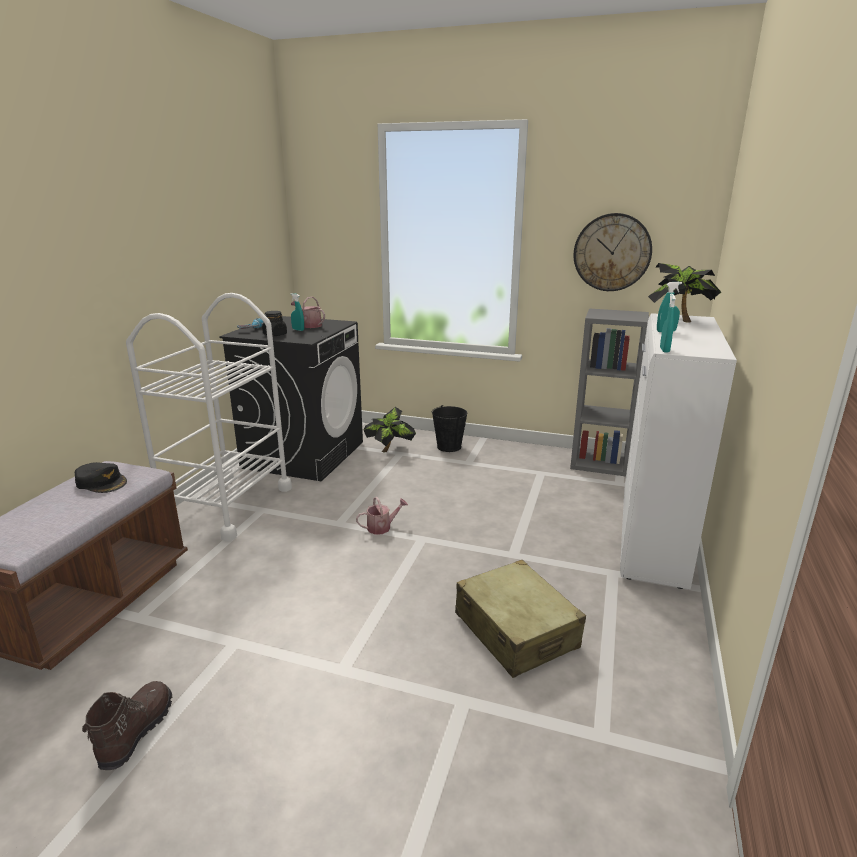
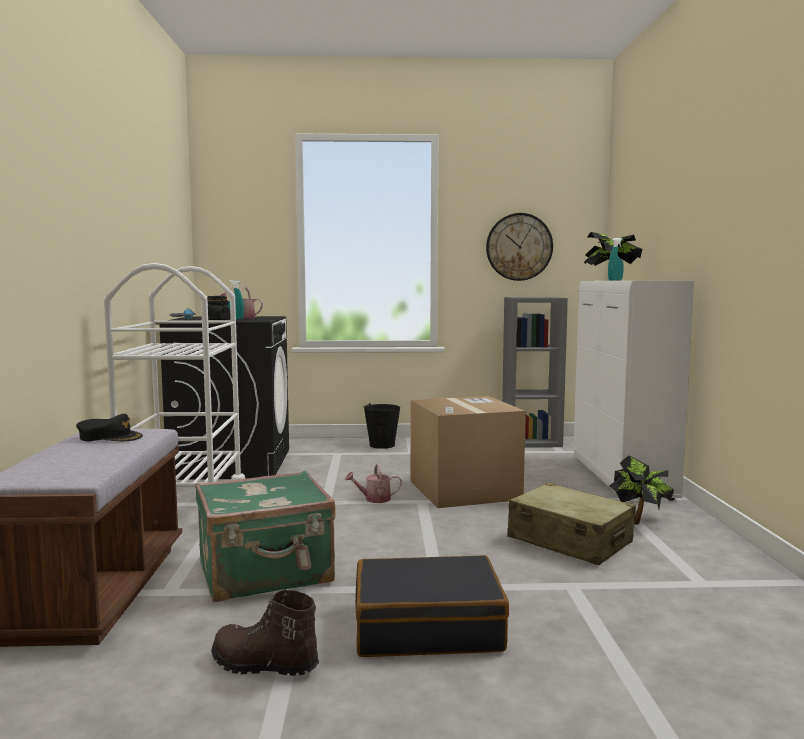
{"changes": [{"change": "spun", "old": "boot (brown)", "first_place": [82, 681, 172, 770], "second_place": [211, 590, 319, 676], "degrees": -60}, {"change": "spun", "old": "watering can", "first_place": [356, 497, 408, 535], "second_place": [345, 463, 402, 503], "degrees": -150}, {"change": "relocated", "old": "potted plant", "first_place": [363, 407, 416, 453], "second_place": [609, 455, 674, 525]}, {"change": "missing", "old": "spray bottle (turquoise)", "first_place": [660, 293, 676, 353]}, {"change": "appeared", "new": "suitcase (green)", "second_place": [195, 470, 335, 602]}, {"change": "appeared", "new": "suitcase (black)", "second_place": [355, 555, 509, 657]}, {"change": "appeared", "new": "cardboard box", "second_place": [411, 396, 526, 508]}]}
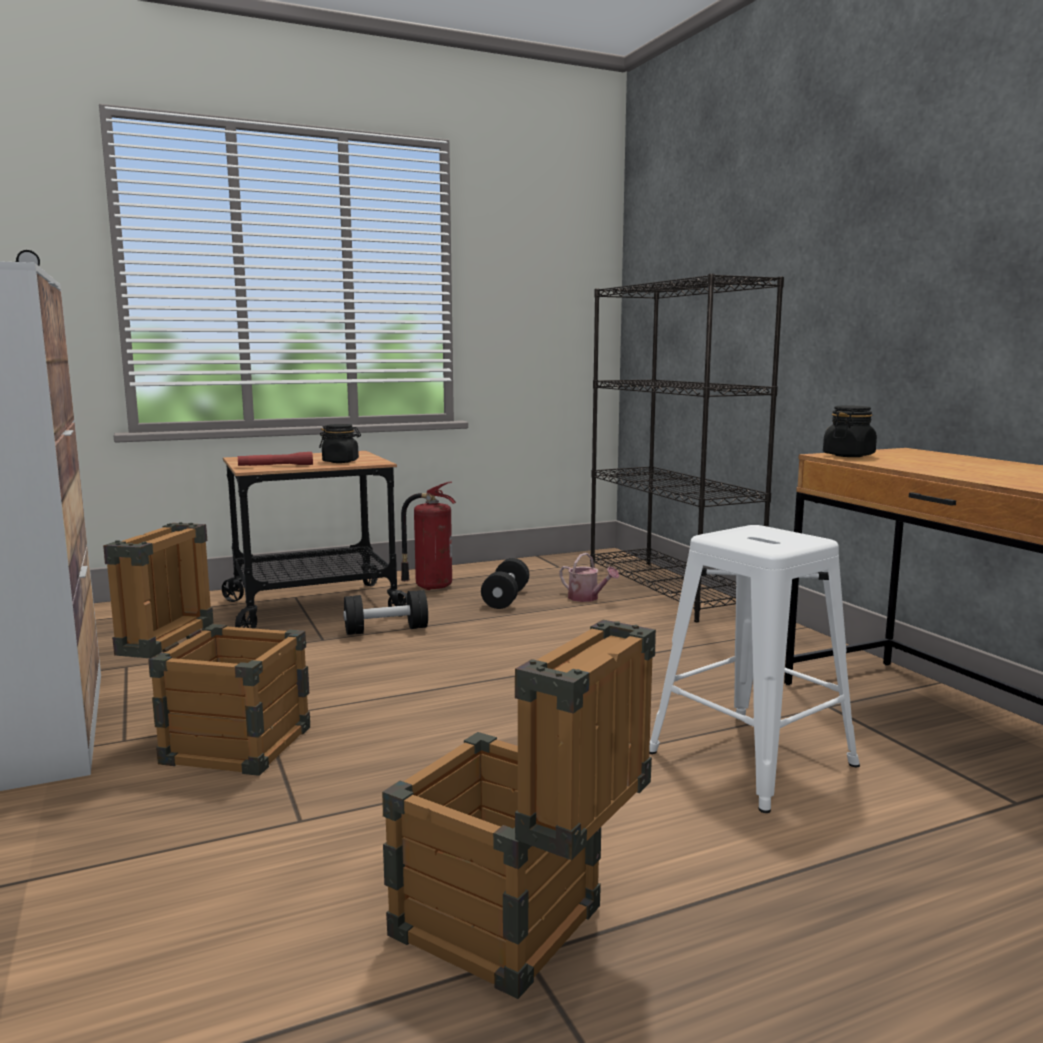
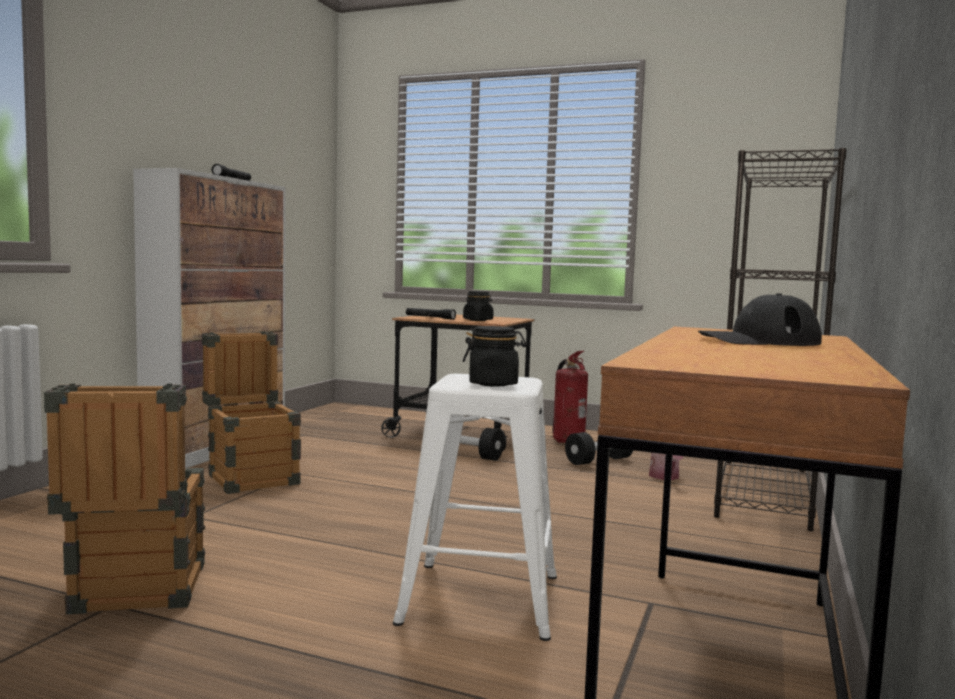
{"changes": [{"change": "colour", "old": "flashlight (red)", "new": "flashlight (black)", "first_place": [238, 452, 313, 466], "second_place": [406, 308, 456, 320]}, {"change": "relocated", "old": "jar (black)", "first_place": [823, 406, 877, 457], "second_place": [463, 326, 527, 387]}, {"change": "appeared", "new": "cap (black)", "second_place": [698, 293, 822, 346]}]}
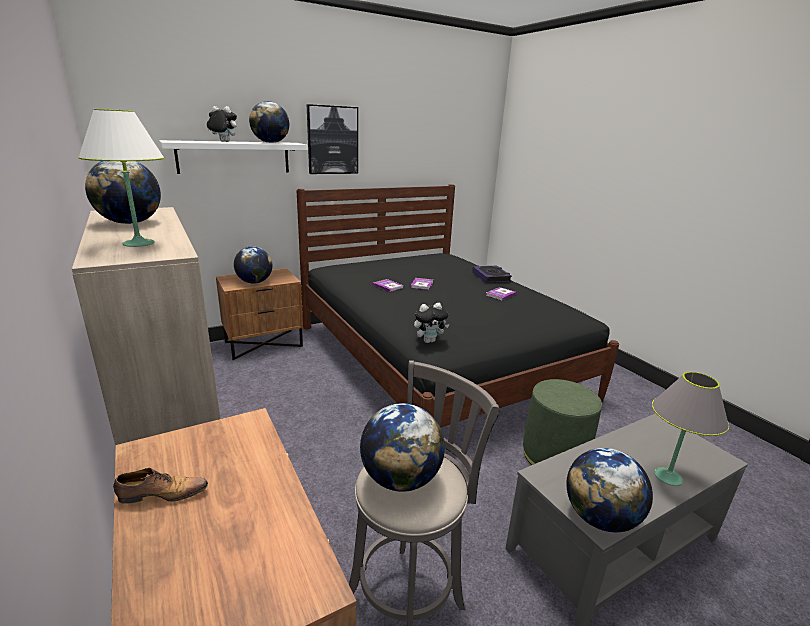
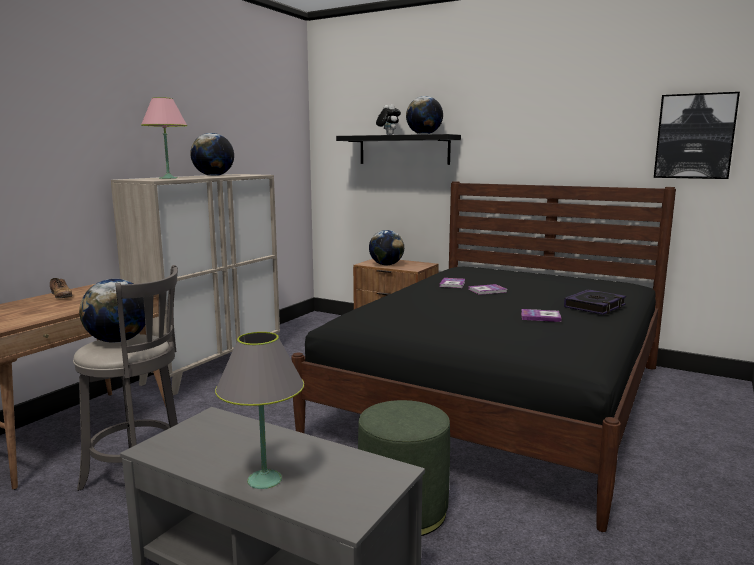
{"changes": [{"change": "colour", "old": "table lamp (white)", "new": "table lamp (pink)", "first_place": [78, 109, 164, 247], "second_place": [141, 97, 188, 179]}, {"change": "colour", "old": "shelf (white)", "new": "shelf (black)", "first_place": [159, 140, 308, 174], "second_place": [336, 134, 461, 165]}, {"change": "relocated", "old": "picture", "first_place": [307, 104, 358, 174], "second_place": [654, 92, 740, 179]}, {"change": "missing", "old": "plush toy", "first_place": [414, 303, 449, 343]}, {"change": "missing", "old": "globe", "first_place": [566, 448, 653, 532]}]}
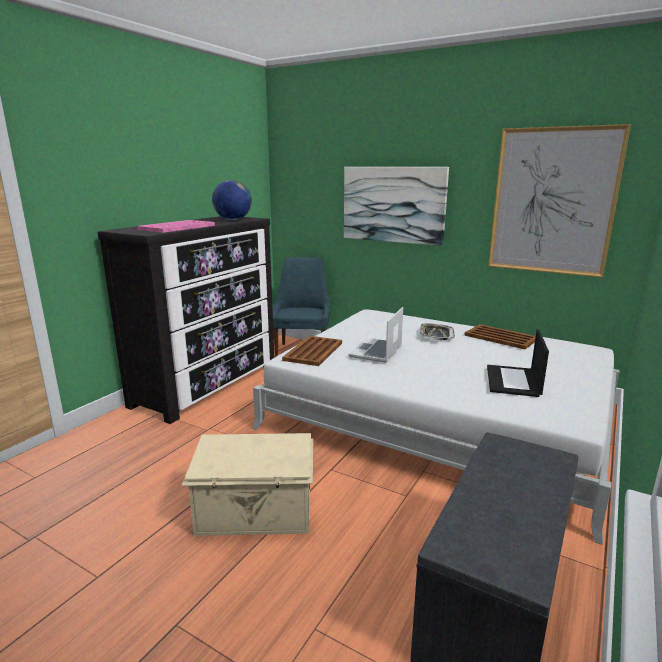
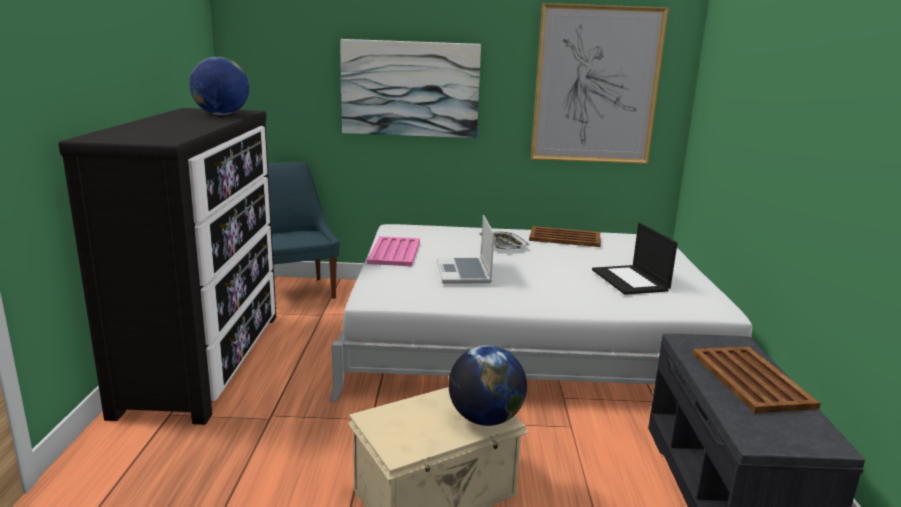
{"changes": [{"change": "relocated", "old": "tray (pink)", "first_place": [137, 220, 215, 233], "second_place": [367, 236, 420, 266]}, {"change": "relocated", "old": "tray (brown)", "first_place": [282, 336, 342, 366], "second_place": [692, 346, 821, 413]}, {"change": "appeared", "new": "globe", "second_place": [449, 345, 527, 426]}]}
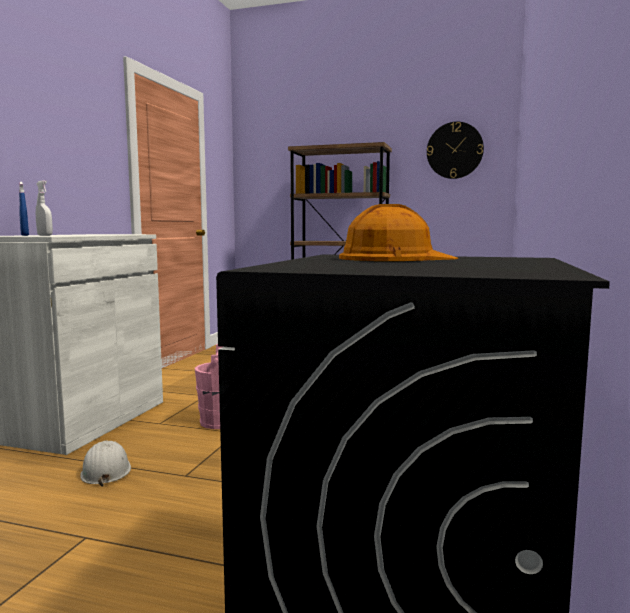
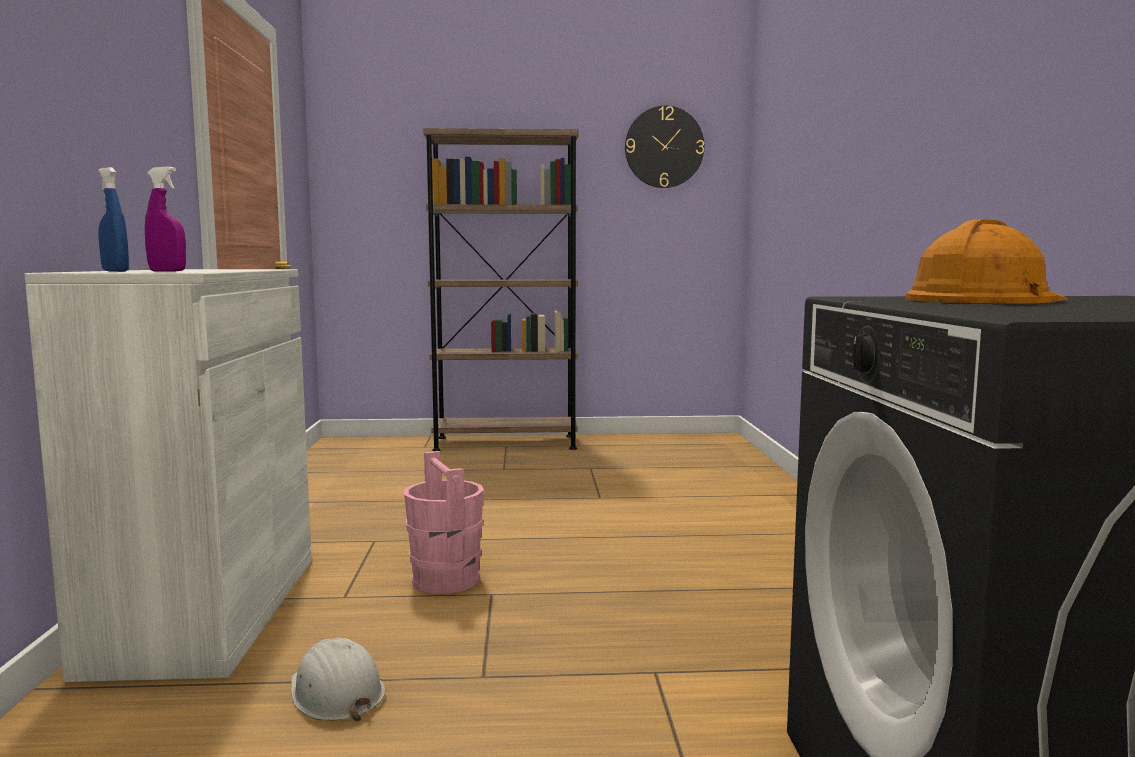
{"changes": [{"change": "colour", "old": "spray bottle (white)", "new": "spray bottle (purple)", "first_place": [36, 180, 53, 236], "second_place": [145, 166, 186, 272]}]}
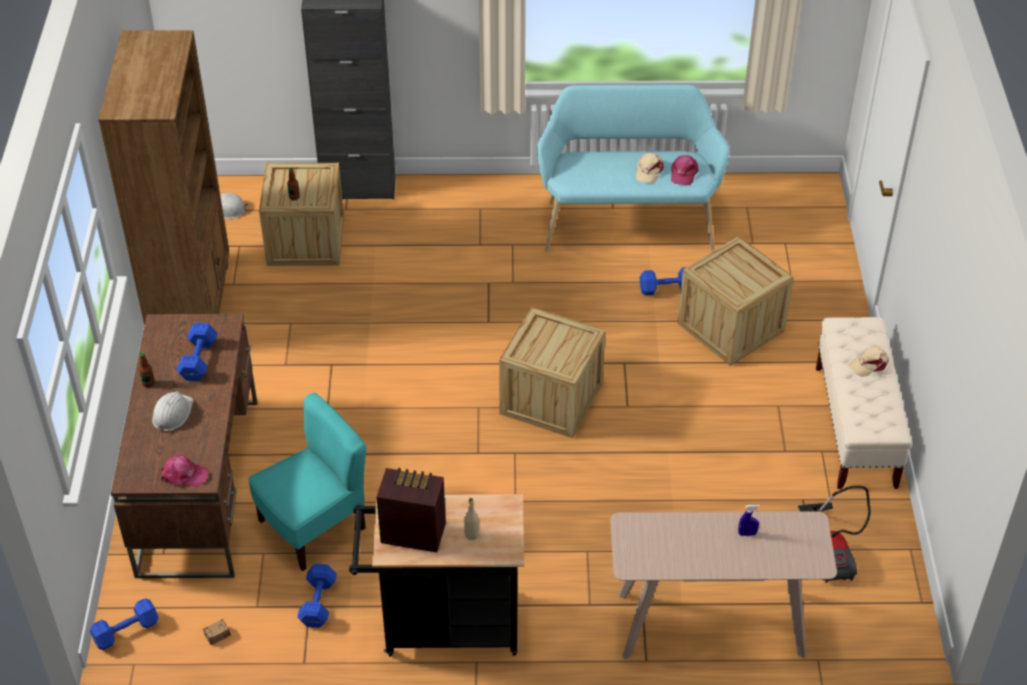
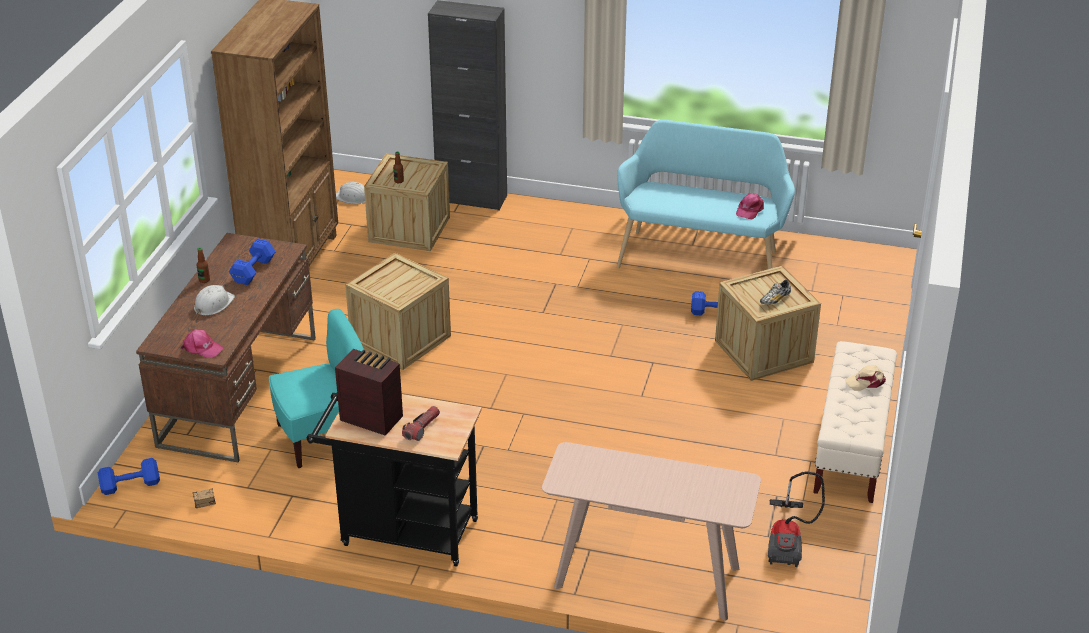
{"changes": [{"change": "missing", "old": "dumbbell (blue)", "first_place": [297, 564, 337, 628]}, {"change": "exchanged", "old": "bottle (beige)", "new": "flashlight", "first_place": [464, 498, 479, 540], "second_place": [402, 406, 440, 441]}, {"change": "relocated", "old": "crate", "first_place": [499, 307, 605, 438], "second_place": [345, 253, 451, 370]}, {"change": "missing", "old": "cap (beige)", "first_place": [636, 153, 664, 183]}, {"change": "missing", "old": "spray bottle (blue)", "first_place": [738, 505, 760, 536]}, {"change": "appeared", "new": "shoe", "second_place": [760, 280, 791, 305]}]}
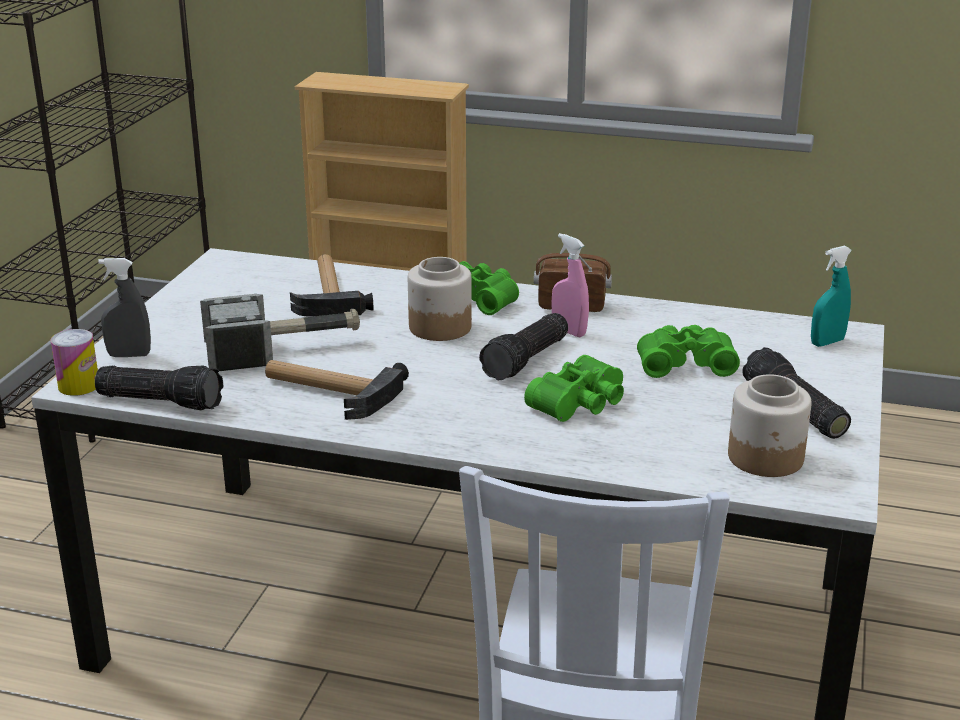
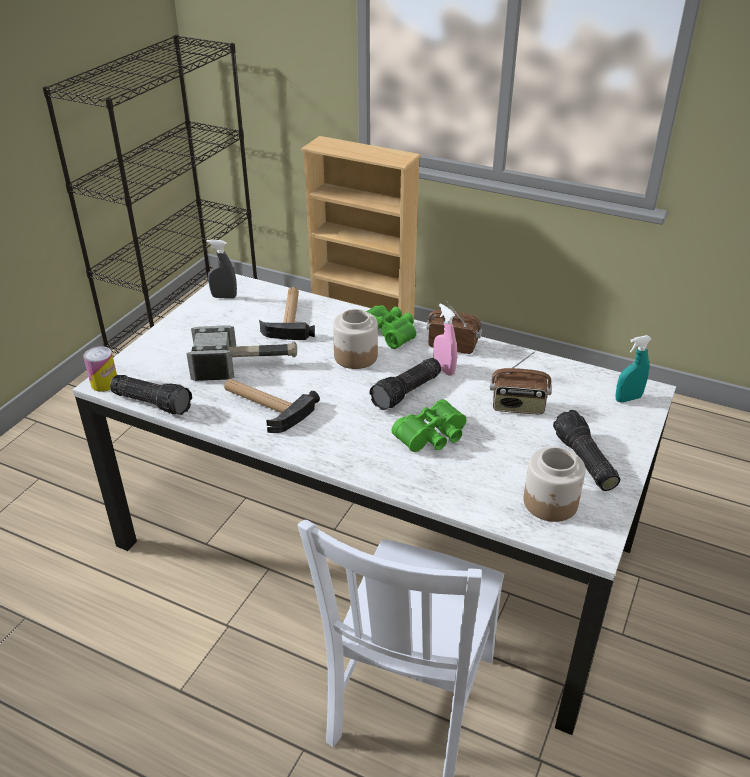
{"changes": [{"change": "relocated", "old": "spray bottle (grey)", "first_place": [98, 258, 151, 357], "second_place": [206, 239, 237, 299]}, {"change": "exchanged", "old": "binoculars (green)", "new": "radio", "first_place": [637, 325, 740, 378], "second_place": [490, 352, 552, 415]}]}
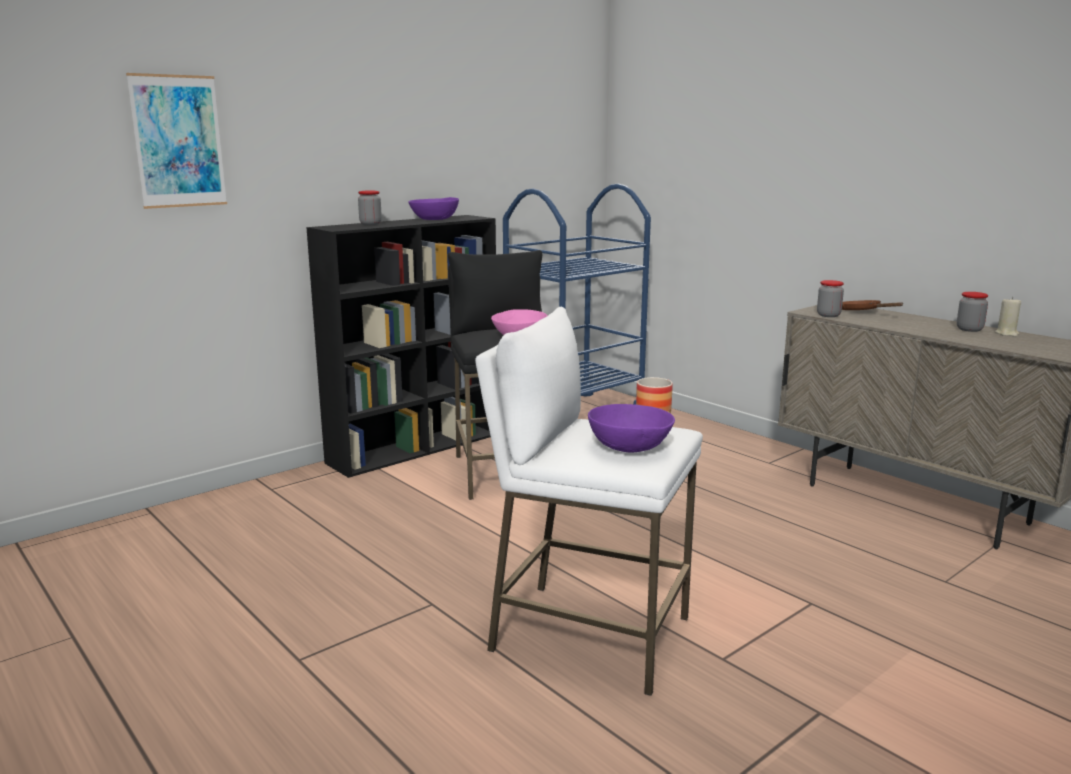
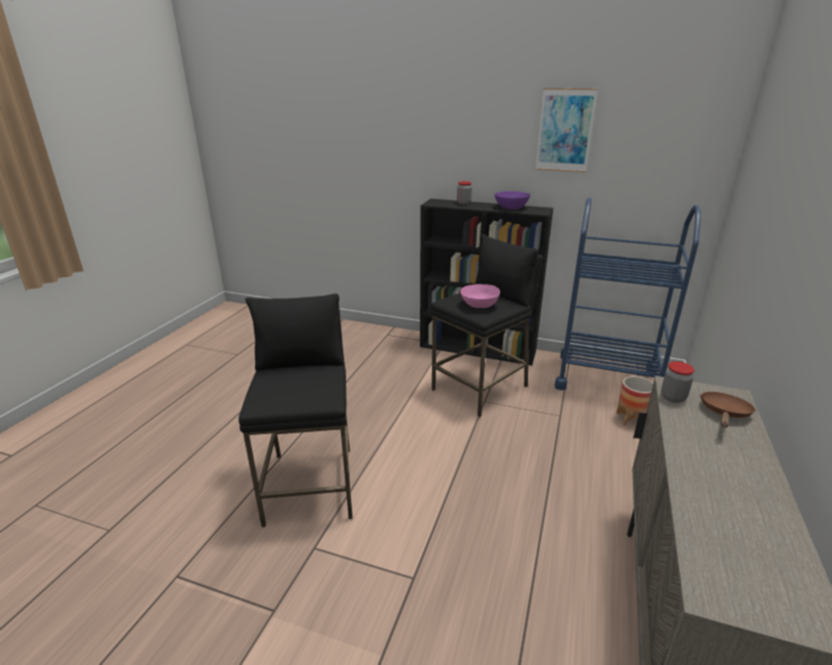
{"changes": [{"change": "relocated", "old": "picture", "first_place": [126, 73, 227, 209], "second_place": [535, 88, 598, 173]}, {"change": "colour", "old": "stool (white)", "new": "stool (black)", "first_place": [475, 307, 703, 696], "second_place": [239, 293, 353, 527]}, {"change": "missing", "old": "bowl (purple)", "first_place": [588, 404, 675, 453]}, {"change": "missing", "old": "jar", "first_place": [957, 292, 988, 332]}, {"change": "missing", "old": "candle (beige)", "first_place": [995, 297, 1021, 337]}]}
